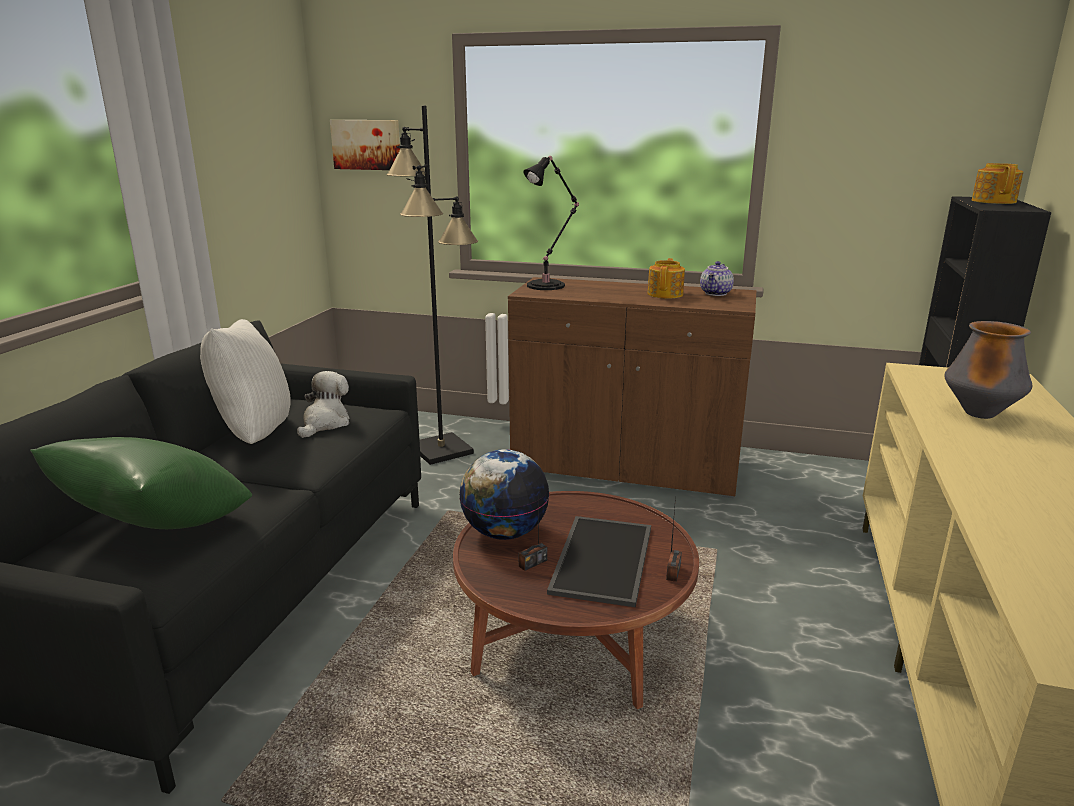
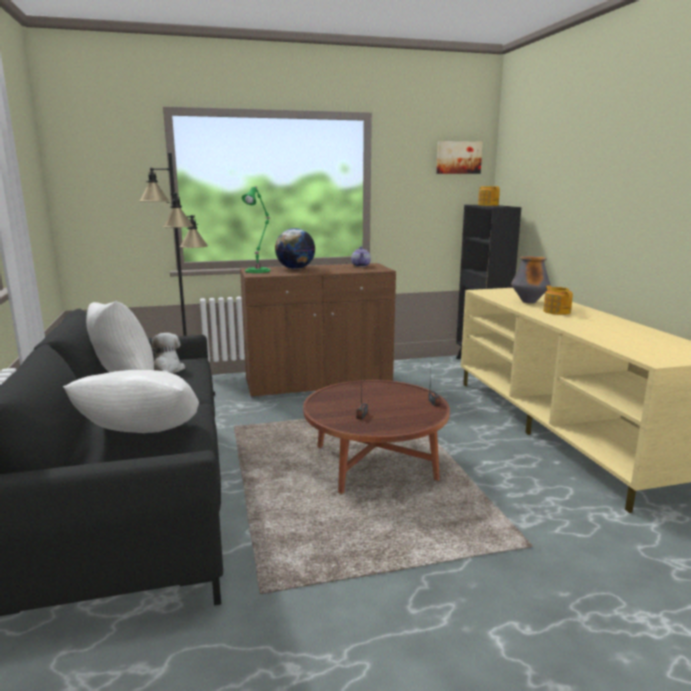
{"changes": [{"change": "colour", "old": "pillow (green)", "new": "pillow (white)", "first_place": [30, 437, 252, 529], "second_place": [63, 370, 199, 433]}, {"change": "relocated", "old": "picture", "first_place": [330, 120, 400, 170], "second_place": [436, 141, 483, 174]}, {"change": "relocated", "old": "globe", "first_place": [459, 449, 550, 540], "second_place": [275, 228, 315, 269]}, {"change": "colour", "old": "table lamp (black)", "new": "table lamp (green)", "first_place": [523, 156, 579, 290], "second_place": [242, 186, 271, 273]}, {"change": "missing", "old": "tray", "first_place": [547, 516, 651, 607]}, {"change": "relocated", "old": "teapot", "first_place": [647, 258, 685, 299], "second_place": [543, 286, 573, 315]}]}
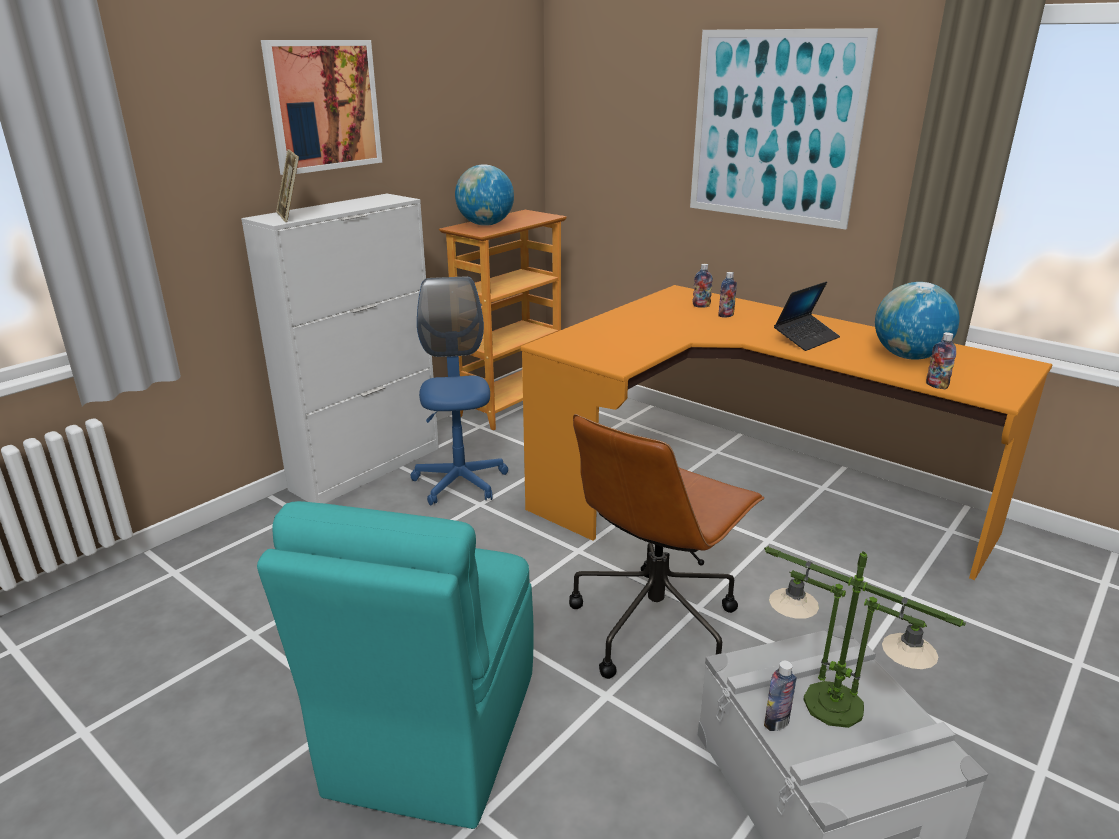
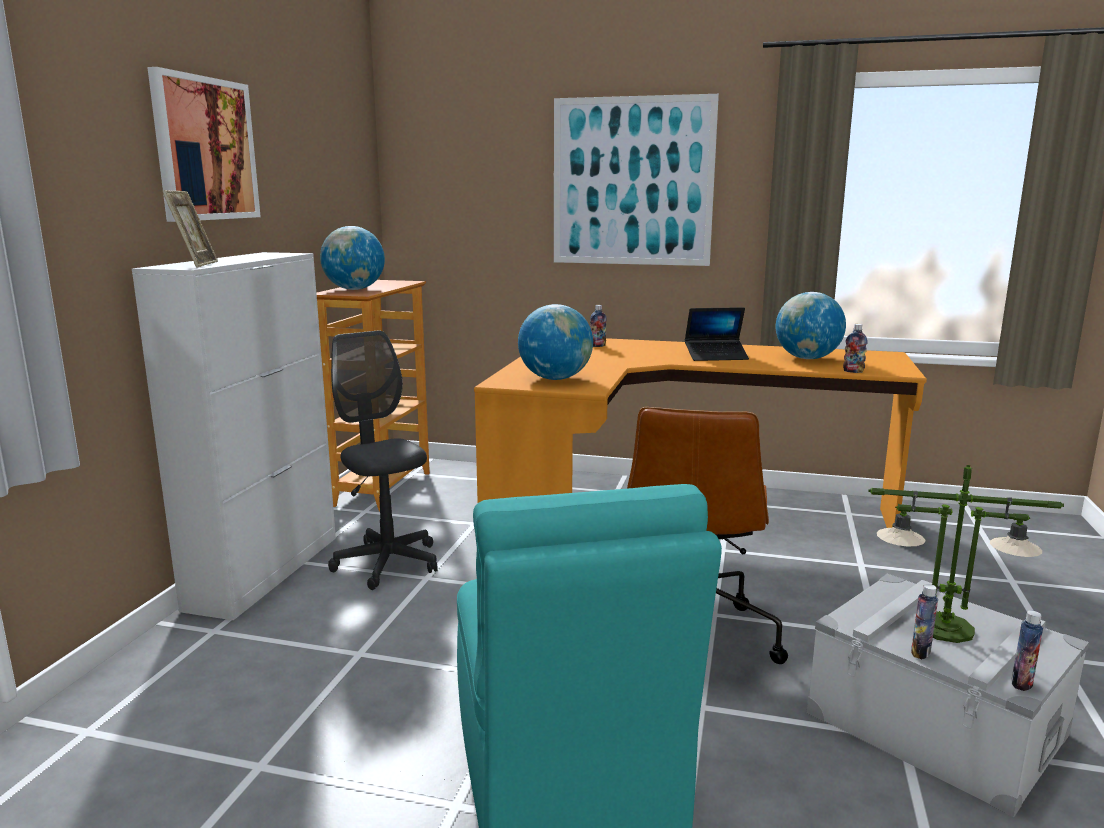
{"changes": [{"change": "spun", "old": "picture frame", "first_place": [276, 149, 299, 222], "second_place": [162, 190, 218, 267], "degrees": -135}, {"change": "colour", "old": "office chair (blue)", "new": "office chair (grey)", "first_place": [411, 276, 508, 505], "second_place": [328, 331, 438, 590]}, {"change": "relocated", "old": "bottle", "first_place": [718, 272, 737, 317], "second_place": [1011, 610, 1043, 691]}, {"change": "spun", "old": "laptop", "first_place": [774, 281, 840, 351], "second_place": [685, 307, 749, 361], "degrees": 60}, {"change": "appeared", "new": "globe", "second_place": [518, 304, 593, 380]}]}
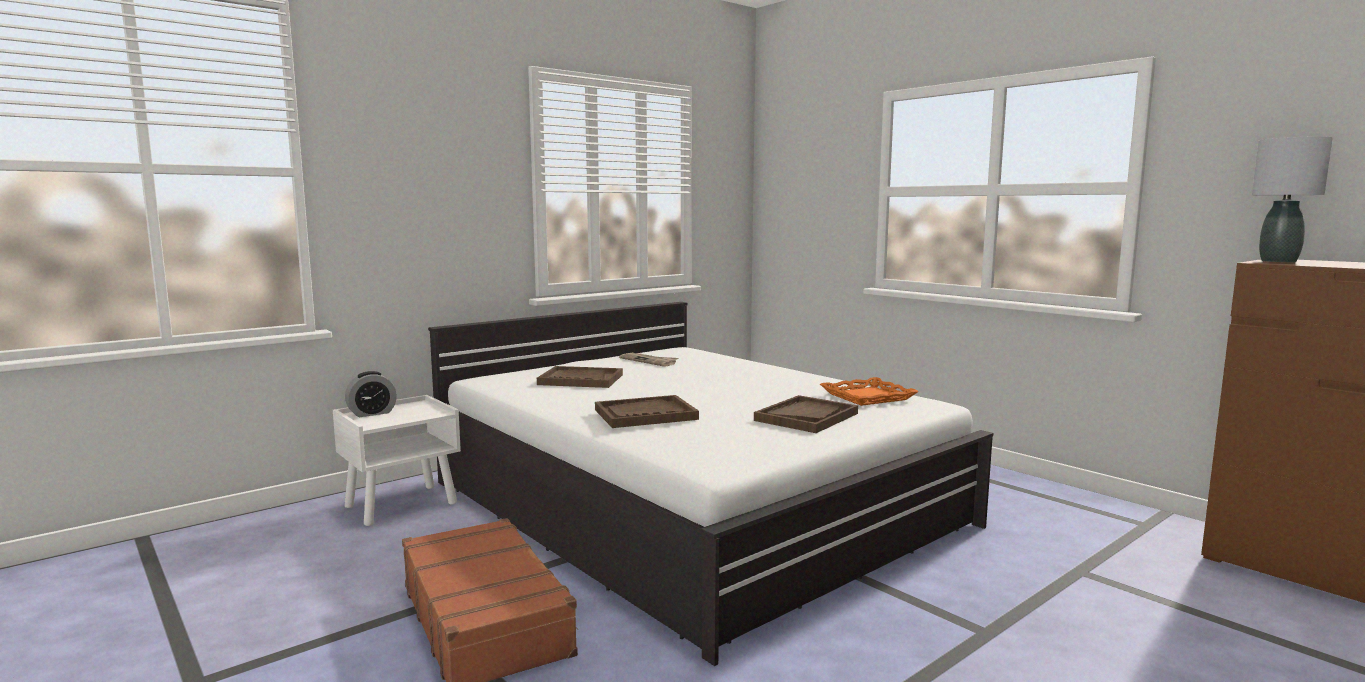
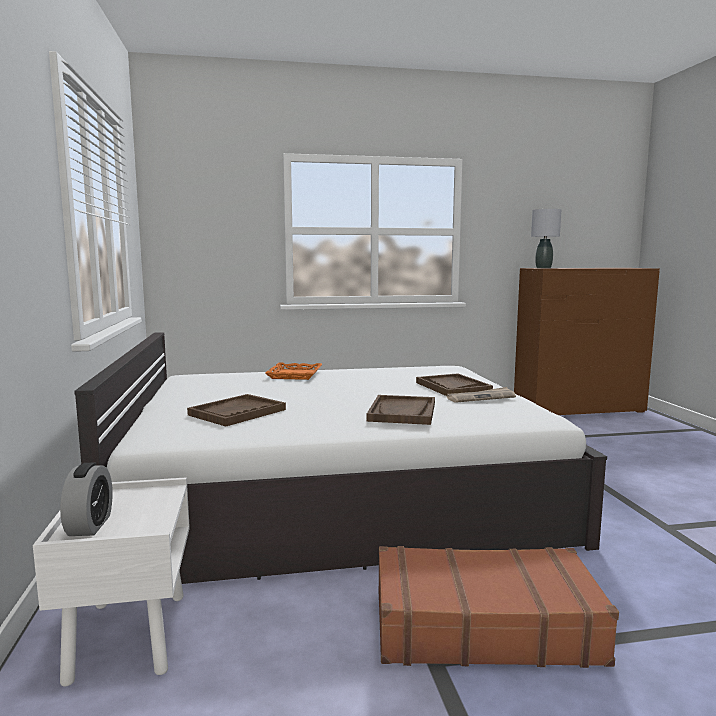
{"changes": [{"change": "relocated", "old": "newspaper", "first_place": [619, 353, 678, 367], "second_place": [447, 387, 516, 403]}, {"change": "relocated", "old": "tray (orange)", "first_place": [820, 377, 919, 406], "second_place": [265, 363, 322, 380]}]}
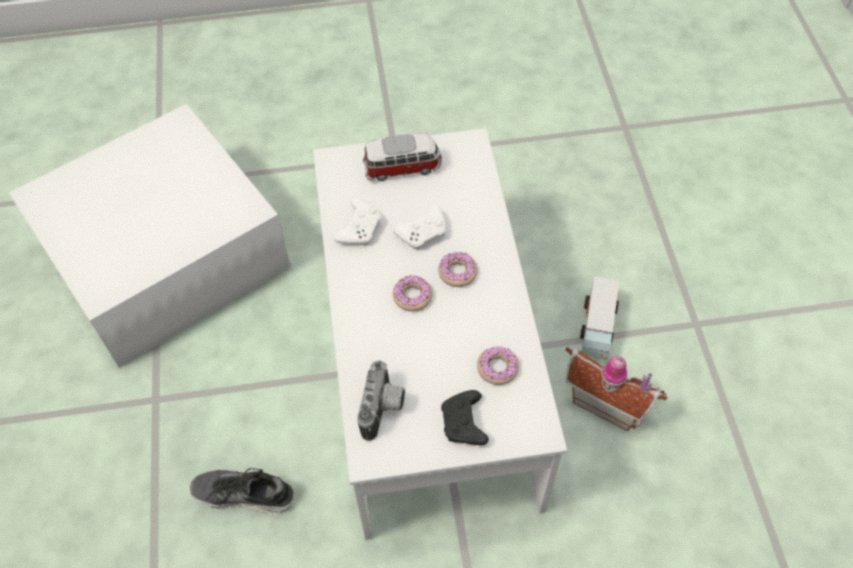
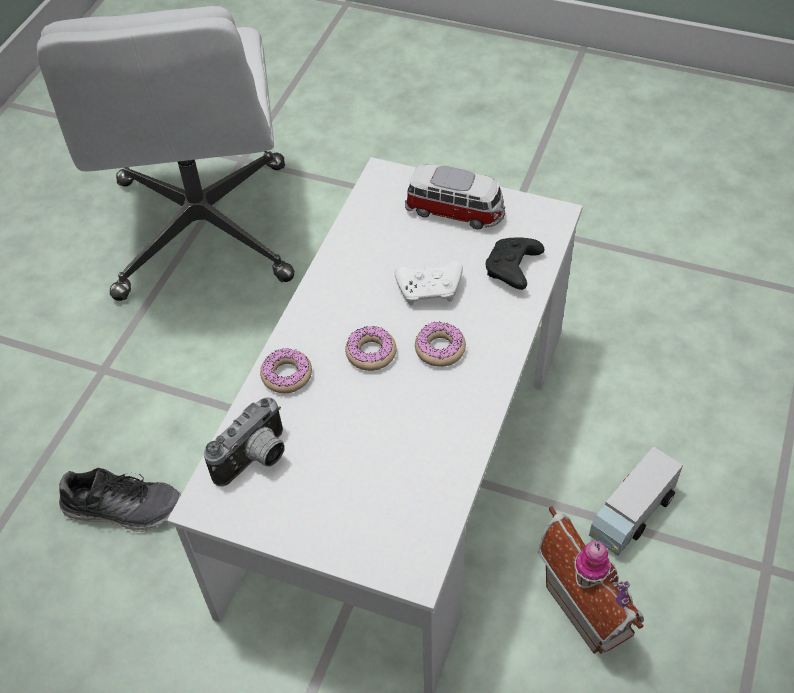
{"changes": [{"change": "exchanged", "old": "storage box (white)", "new": "office chair (white)", "first_place": [9, 104, 291, 368], "second_place": [37, 6, 294, 301]}, {"change": "spun", "old": "shoe", "first_place": [190, 468, 295, 514], "second_place": [59, 468, 181, 532], "degrees": 150}, {"change": "missing", "old": "game controller (white)", "first_place": [333, 198, 381, 245]}, {"change": "relocated", "old": "game controller (black)", "first_place": [441, 390, 489, 445], "second_place": [486, 237, 545, 290]}, {"change": "relocated", "old": "donut", "first_place": [477, 346, 519, 385], "second_place": [260, 348, 312, 393]}]}
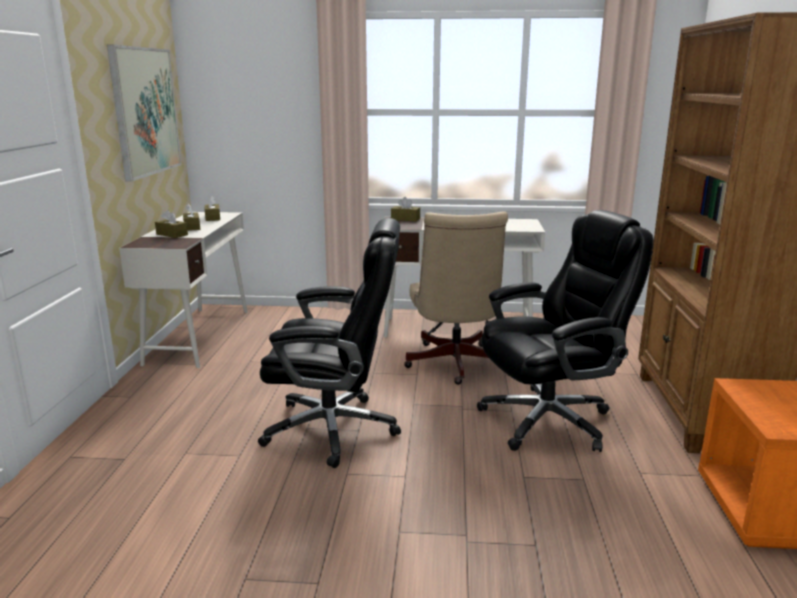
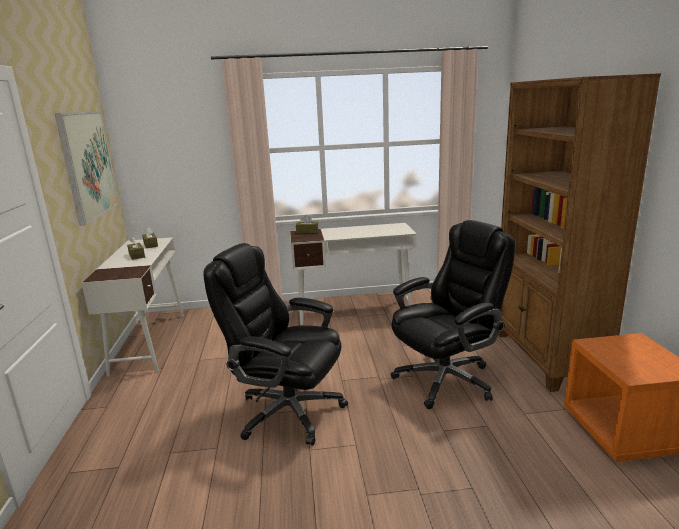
{"changes": [{"change": "missing", "old": "tissue box (brown)", "first_place": [155, 210, 188, 238]}, {"change": "spun", "old": "office chair (black)", "first_place": [258, 218, 401, 468], "second_place": [203, 243, 348, 446], "degrees": -150}, {"change": "missing", "old": "office chair (beige)", "first_place": [404, 211, 508, 385]}]}
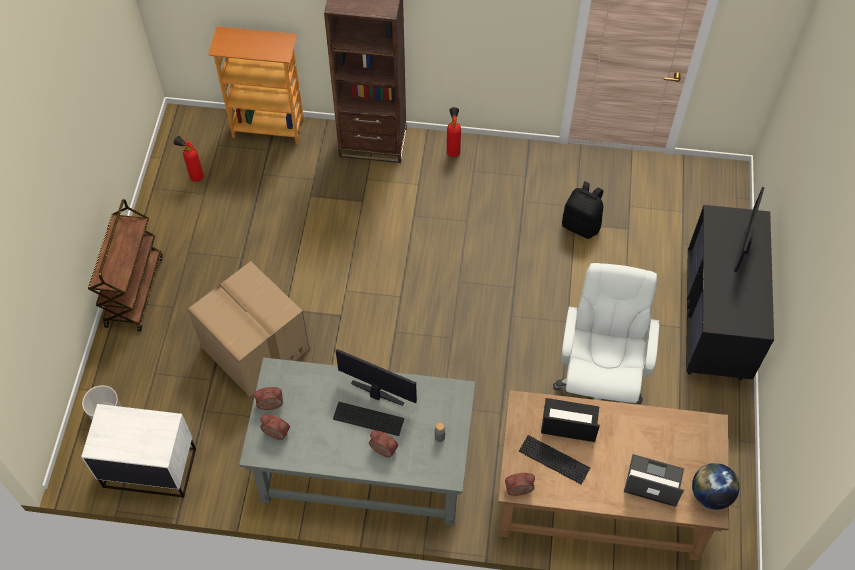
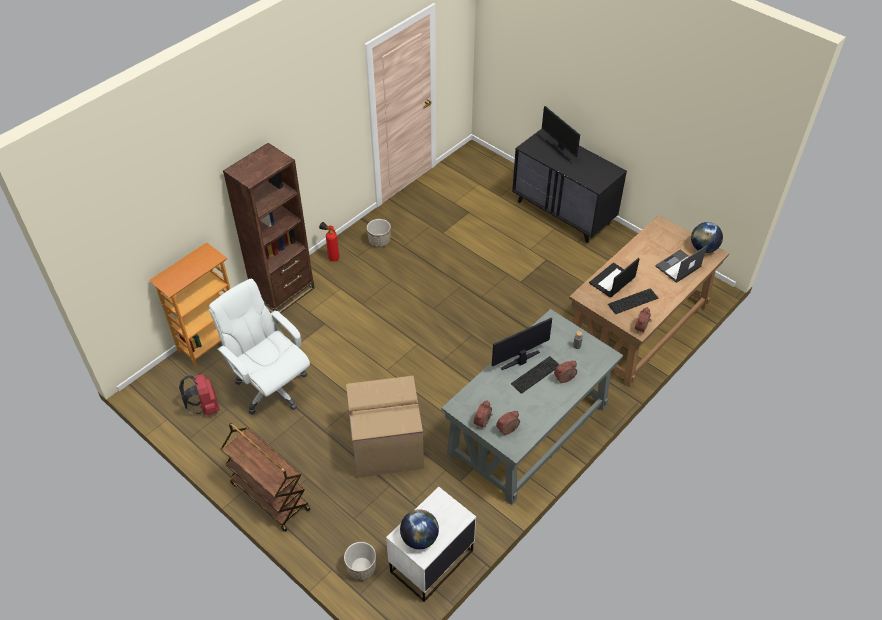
{"changes": [{"change": "exchanged", "old": "fire extinguisher", "new": "backpack (red)", "first_place": [174, 136, 204, 182], "second_place": [179, 374, 220, 415]}, {"change": "relocated", "old": "office chair (white)", "first_place": [553, 263, 660, 404], "second_place": [209, 278, 310, 415]}, {"change": "missing", "old": "backpack (black)", "first_place": [562, 181, 603, 239]}, {"change": "appeared", "new": "planter", "second_place": [367, 219, 391, 247]}, {"change": "appeared", "new": "globe", "second_place": [400, 509, 439, 549]}]}
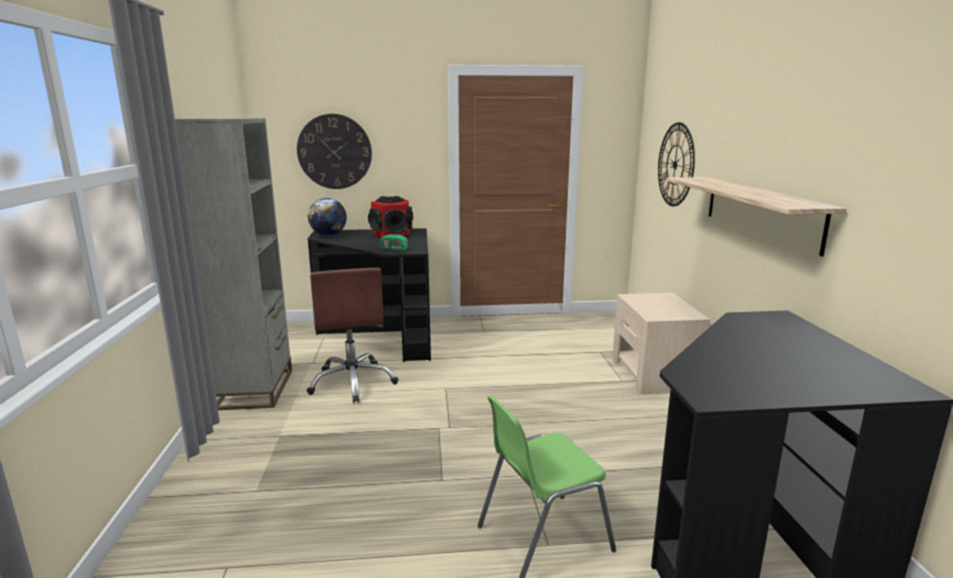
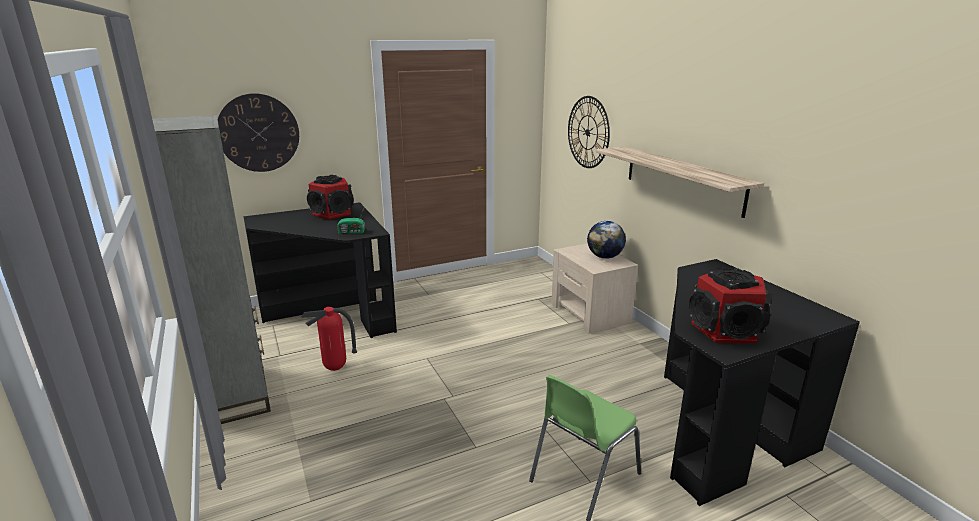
{"changes": [{"change": "exchanged", "old": "office chair (brown)", "new": "fire extinguisher", "first_place": [306, 268, 399, 403], "second_place": [301, 307, 357, 371]}, {"change": "relocated", "old": "globe", "first_place": [308, 198, 347, 236], "second_place": [587, 221, 626, 259]}, {"change": "appeared", "new": "speaker", "second_place": [689, 267, 772, 344]}]}
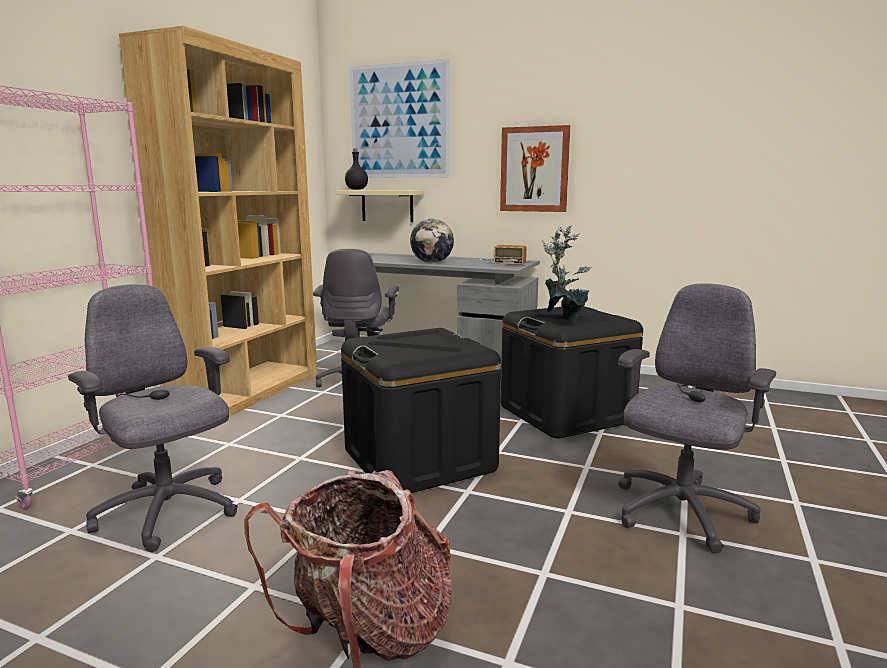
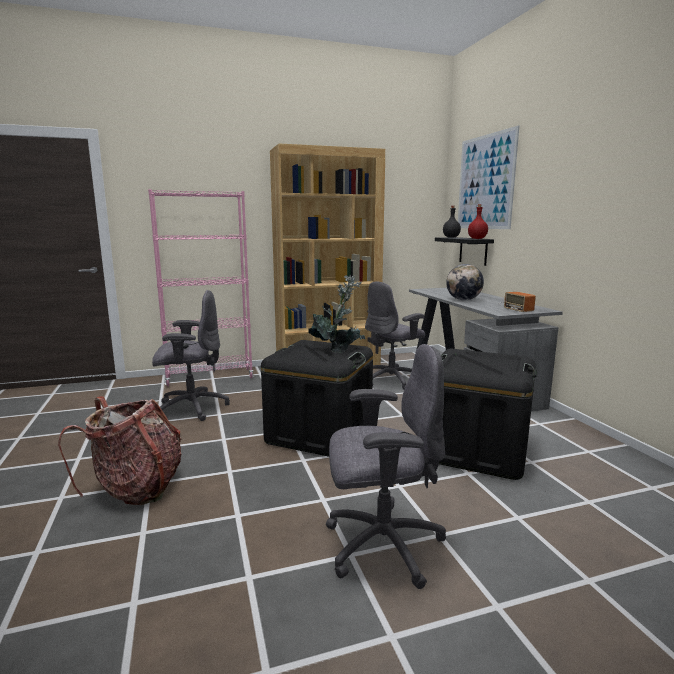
{"changes": [{"change": "spun", "old": "office chair (grey)", "first_place": [68, 284, 238, 552], "second_place": [152, 290, 230, 421], "degrees": 75}, {"change": "colour", "old": "shelf (beige)", "new": "shelf (black)", "first_place": [335, 190, 424, 222], "second_place": [435, 237, 494, 266]}, {"change": "missing", "old": "picture", "first_place": [500, 125, 570, 212]}, {"change": "relocated", "old": "potted plant", "first_place": [542, 225, 591, 322], "second_place": [308, 275, 365, 353]}, {"change": "appeared", "new": "bottle (red)", "second_place": [468, 204, 488, 239]}]}
